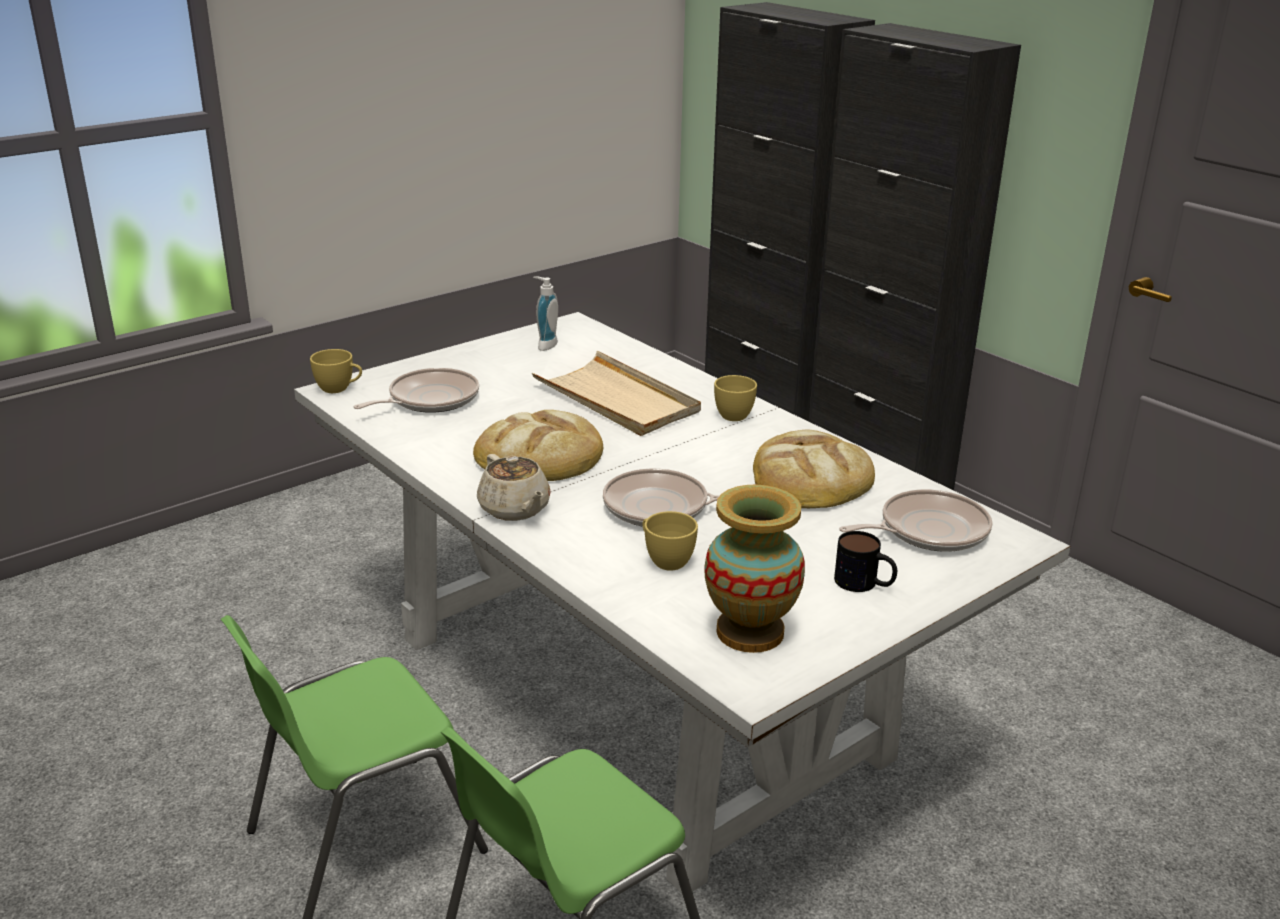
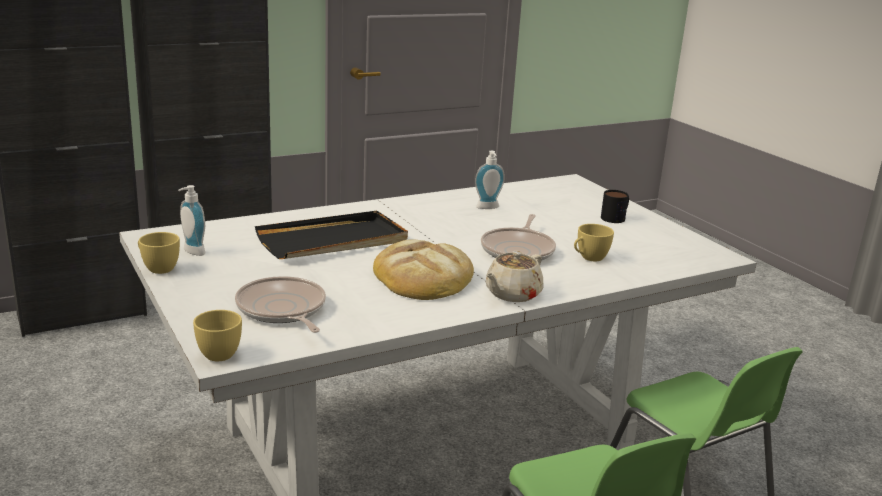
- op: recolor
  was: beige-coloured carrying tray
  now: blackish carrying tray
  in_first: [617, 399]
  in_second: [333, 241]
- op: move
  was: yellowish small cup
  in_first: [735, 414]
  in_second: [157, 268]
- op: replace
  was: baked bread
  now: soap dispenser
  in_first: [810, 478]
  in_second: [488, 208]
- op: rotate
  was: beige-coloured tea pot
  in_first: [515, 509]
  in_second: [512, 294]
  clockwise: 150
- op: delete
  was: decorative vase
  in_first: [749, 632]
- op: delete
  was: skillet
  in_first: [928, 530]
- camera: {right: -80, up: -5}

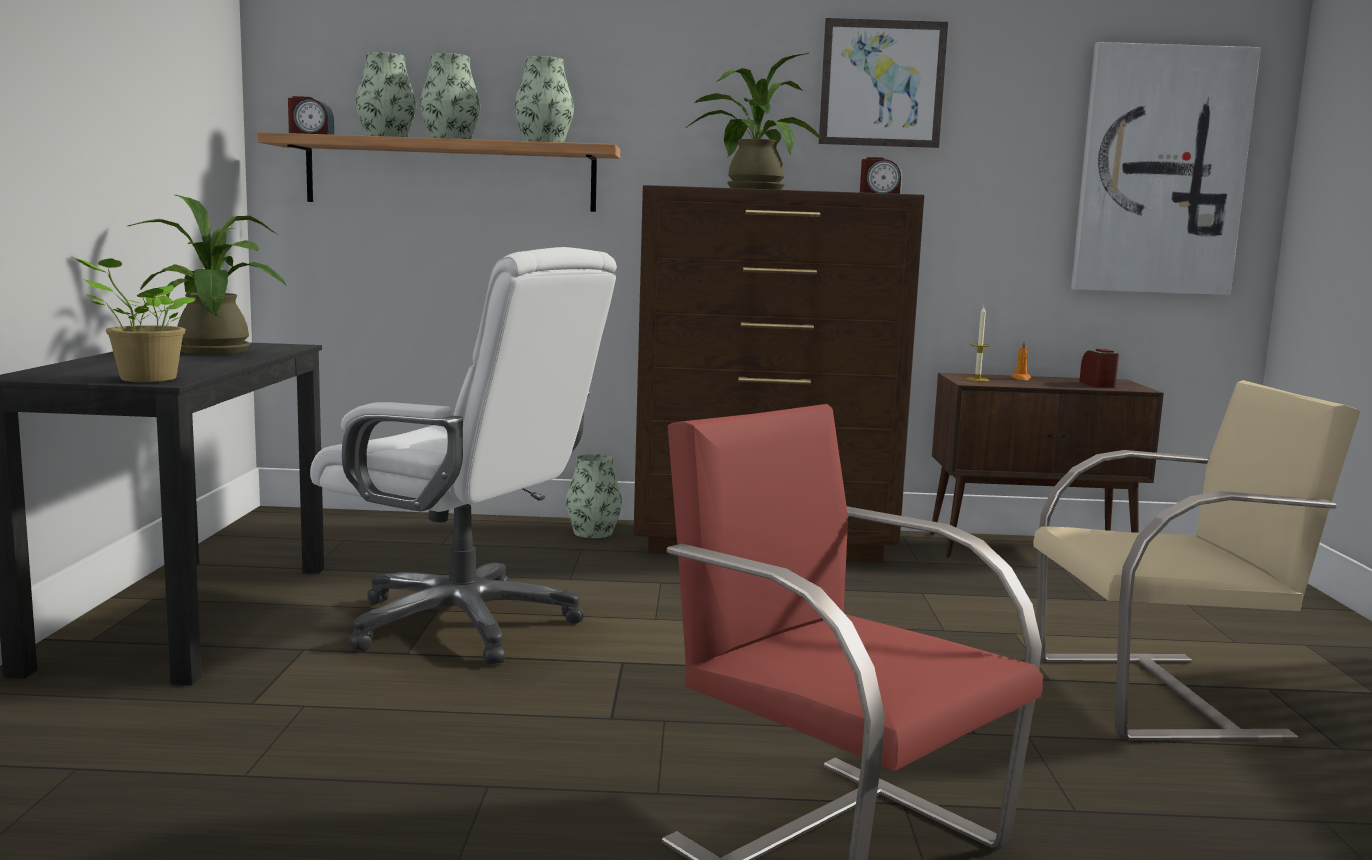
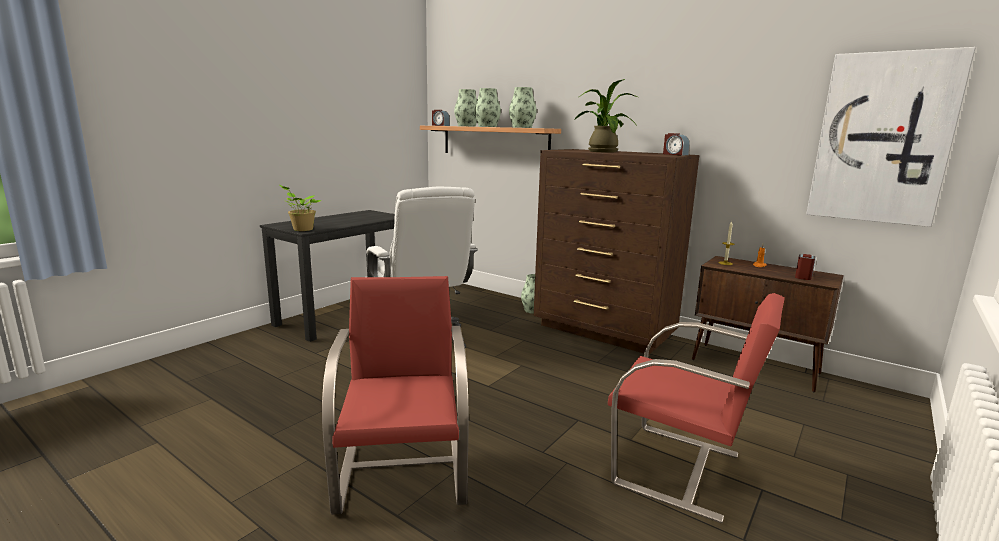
- op: delete
  was: wall art
  in_first: [882, 83]
- op: delete
  was: potted plant
  in_first: [215, 352]
- op: recolor
  was: beige-coloured chair
  now: red chair
  in_first: [1161, 696]
  in_second: [680, 470]
- camera: {right: 35, up: 5}

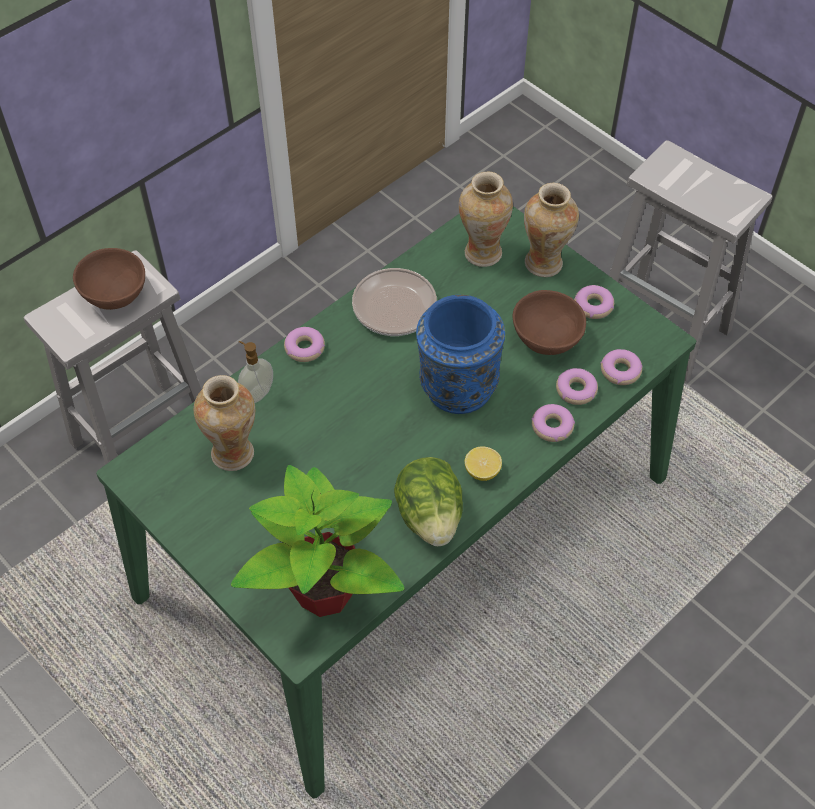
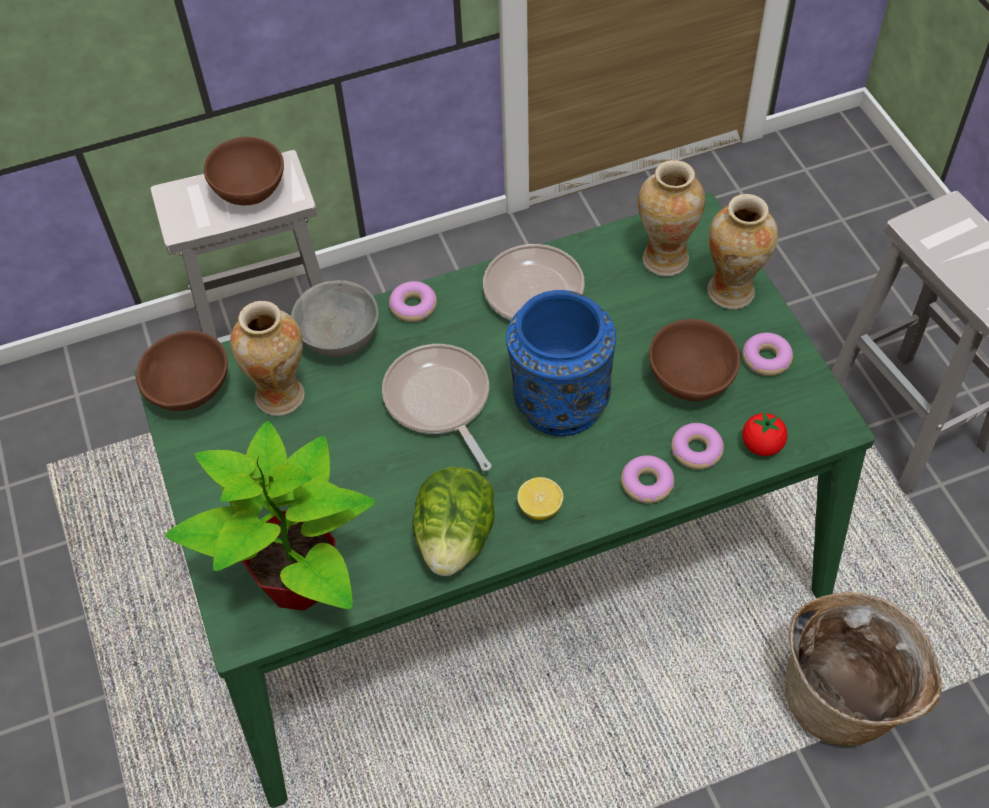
- op: replace
  was: soap dispenser
  now: gray serving bowl
  in_first: [257, 393]
  in_second: [338, 339]
- op: replace
  was: ring doughnut
  now: fresh tomato
  in_first: [620, 371]
  in_second: [762, 445]
- op: insert
  now: brown-coloured serving bowl
  in_second: [192, 391]
- op: insert
  now: skillet
  in_second: [439, 402]
- op: insert
  now: basket
  in_second: [845, 697]
- camera: {right: 25, up: 0}

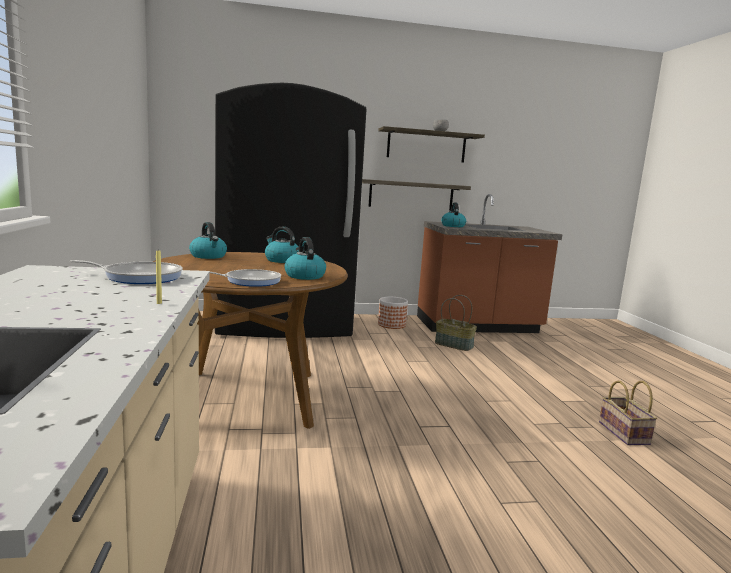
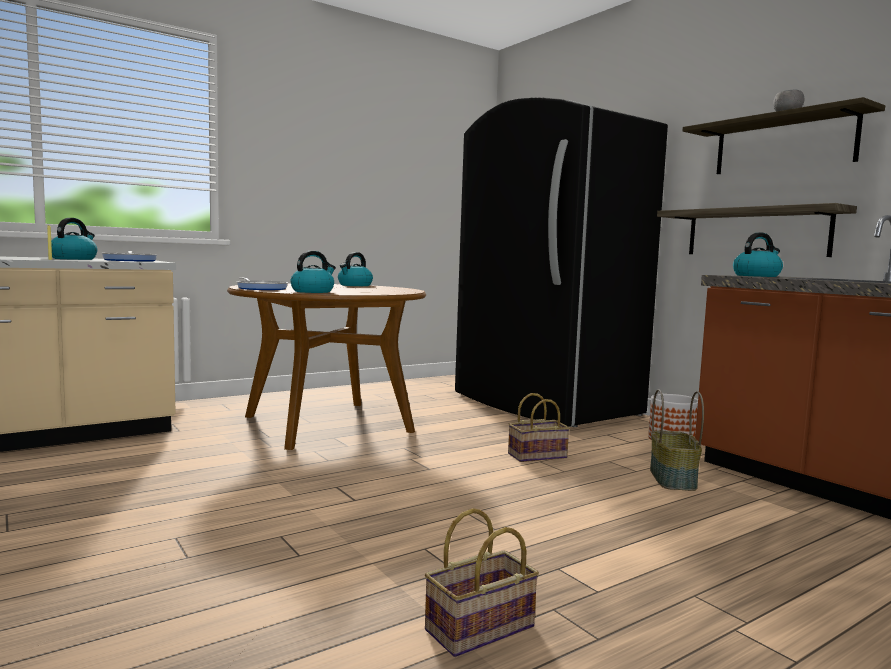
- op: move
  was: water kettle
  in_first: [281, 260]
  in_second: [74, 259]
- op: insert
  now: basket
  in_second: [538, 455]
- camera: {right: 65, up: -5}

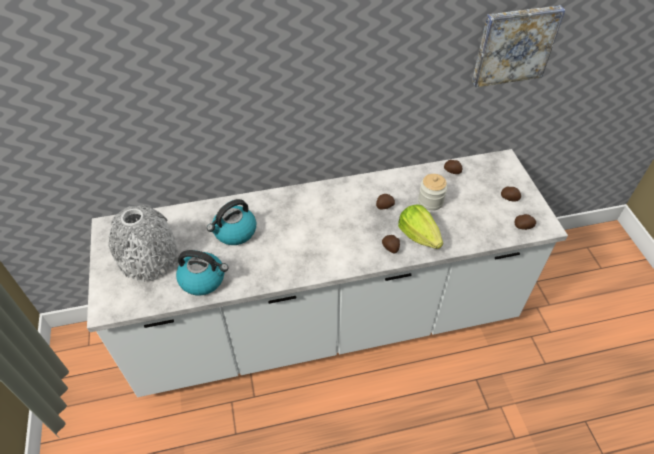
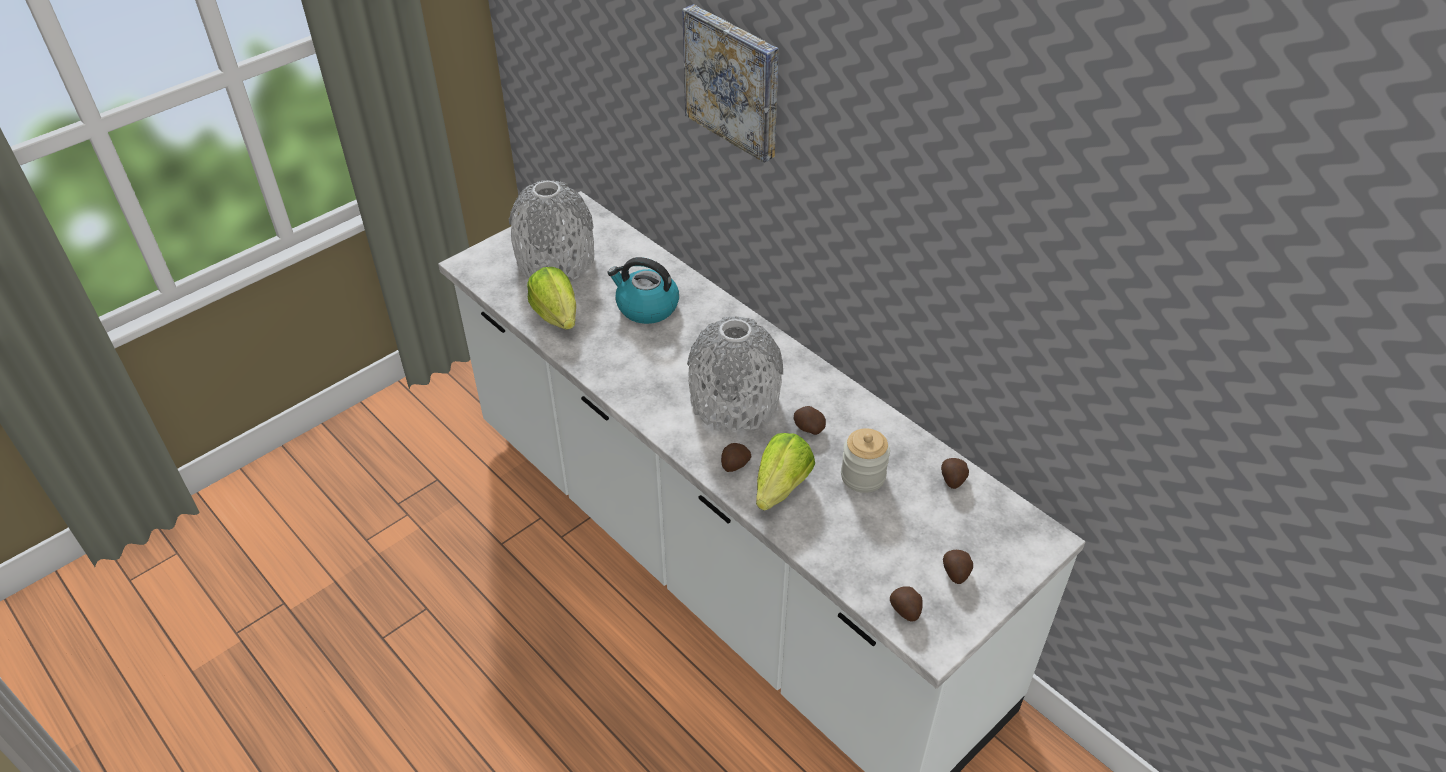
- op: move
  was: wall art
  in_first: [514, 45]
  in_second: [734, 81]
- op: replace
  was: water kettle
  now: lettuce
  in_first: [203, 279]
  in_second: [557, 315]
- op: insert
  now: gray decorative vase
  in_second: [734, 402]
- camera: {right: 60, up: -5}

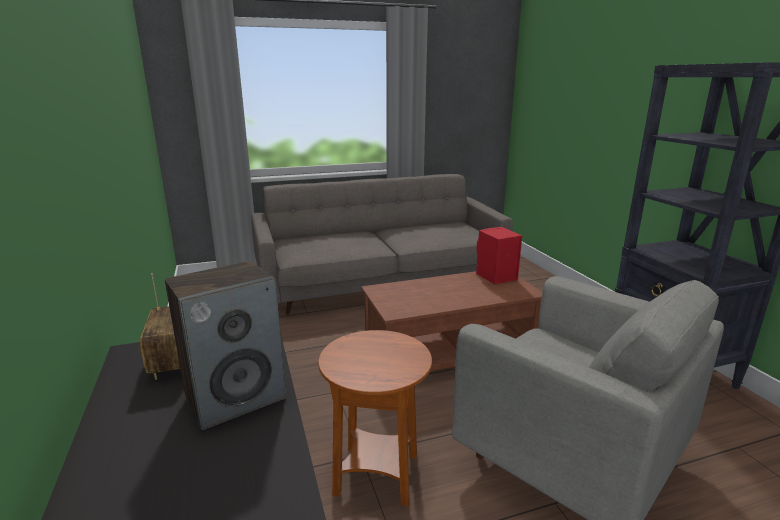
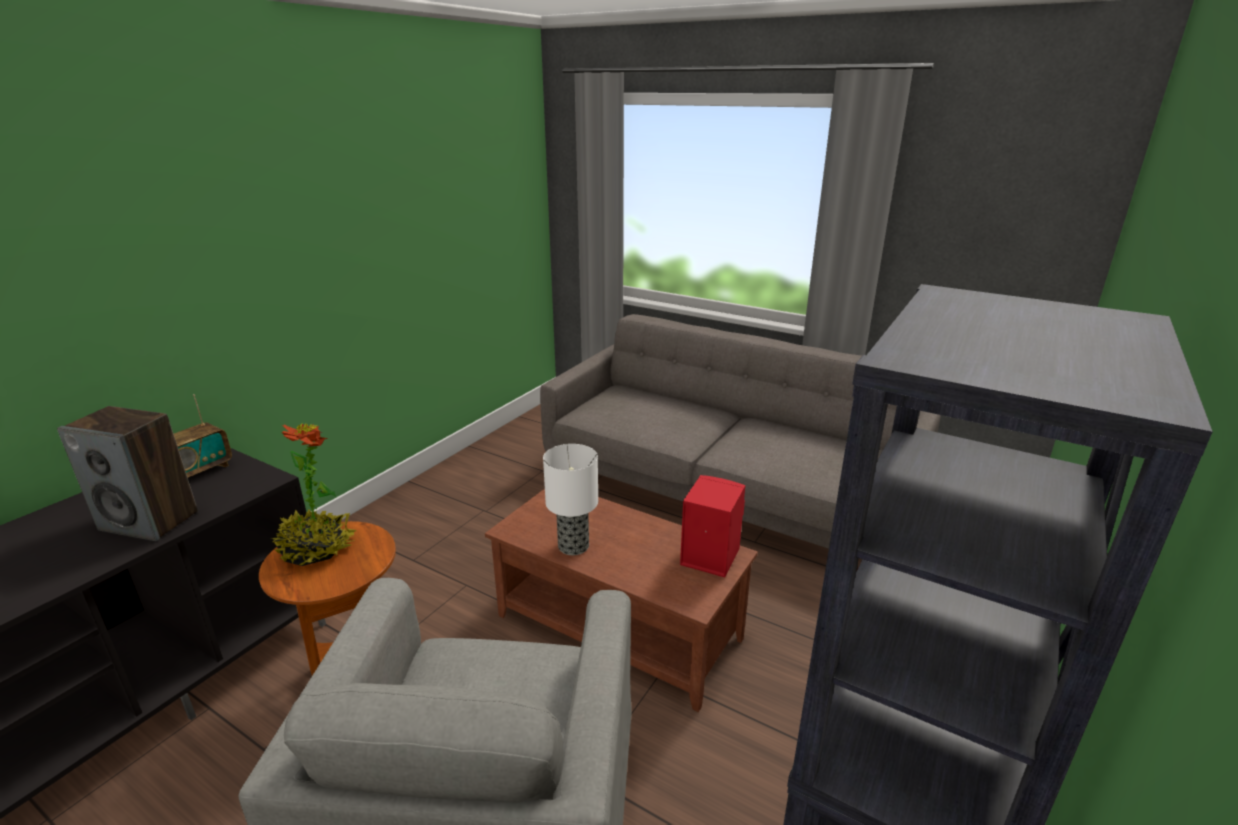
- op: insert
  now: potted plant
  in_second: [316, 550]
- op: insert
  now: lamp for a table
  in_second: [574, 545]
- camera: {right: 50, up: 5}

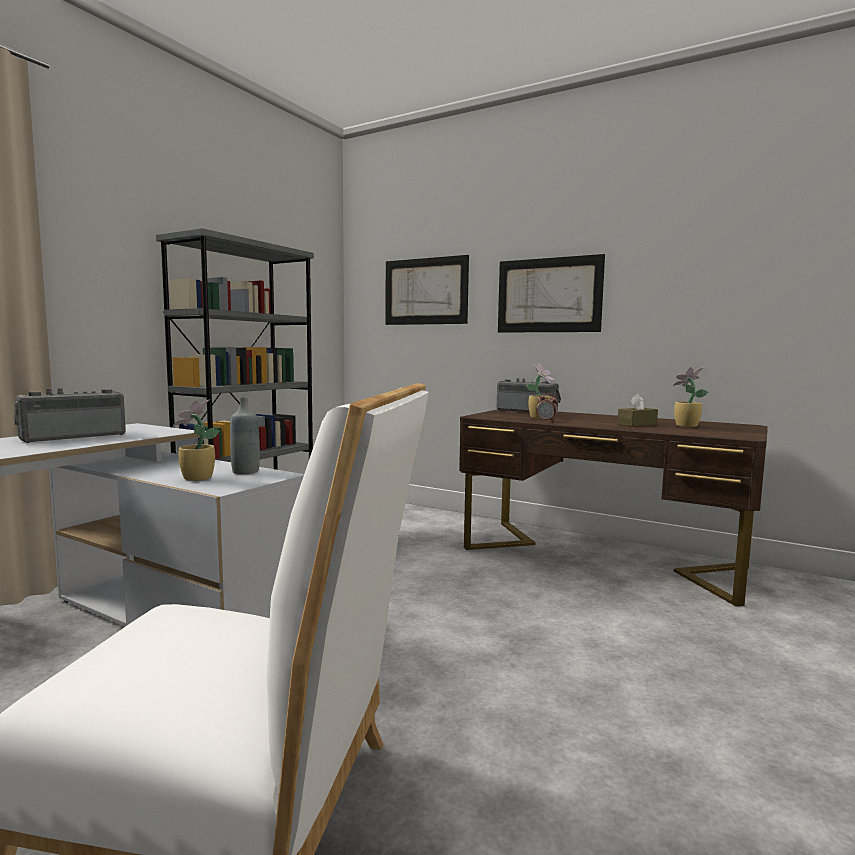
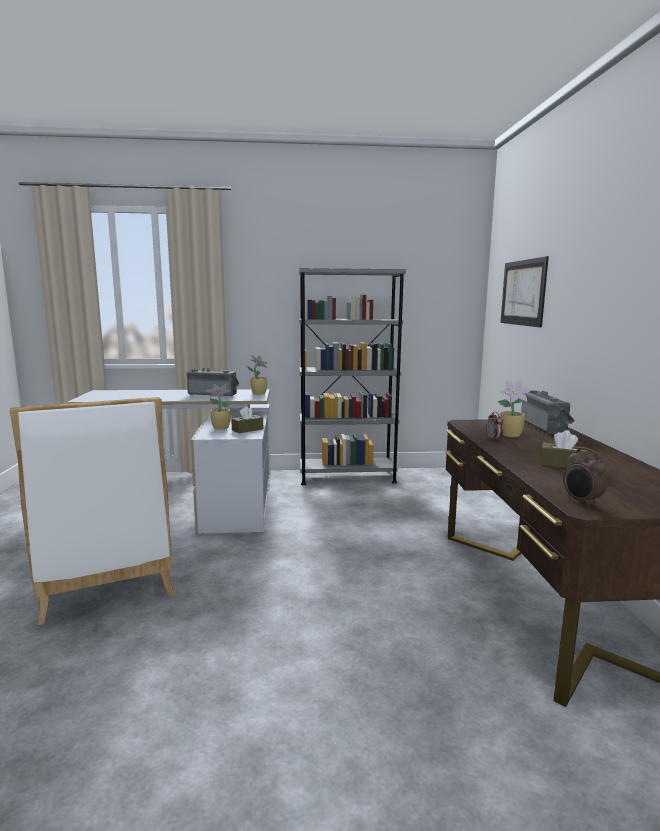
- op: delete
  was: wall art
  in_first: [548, 295]
- op: move
  was: potted plant
  in_first: [685, 426]
  in_second: [258, 393]
- op: replace
  was: gray drink bottle
  now: brown-coloured box of tissues
  in_first: [245, 471]
  in_second: [247, 429]
- op: insert
  now: bedside clock
  in_second: [581, 501]
- camera: {right: 55, up: 5}

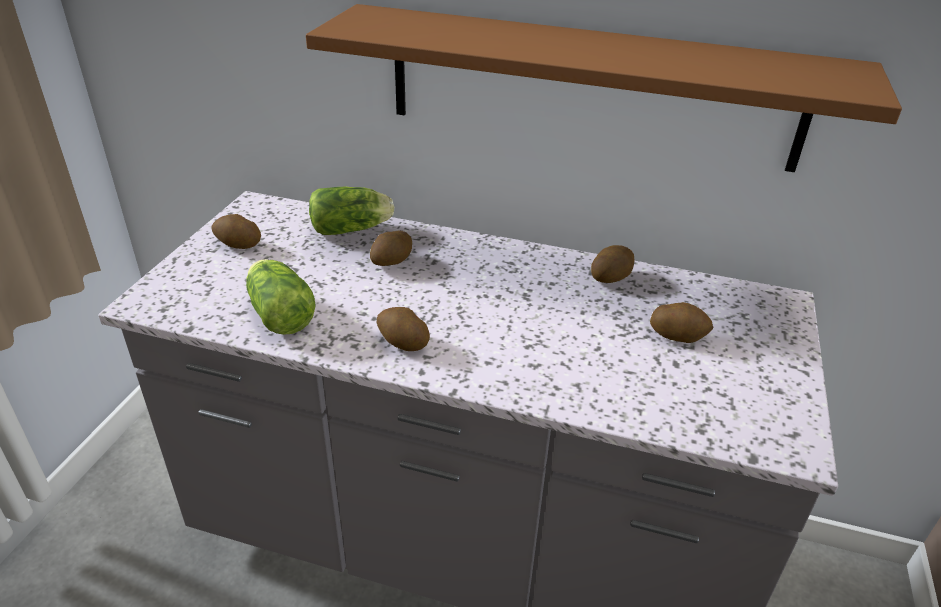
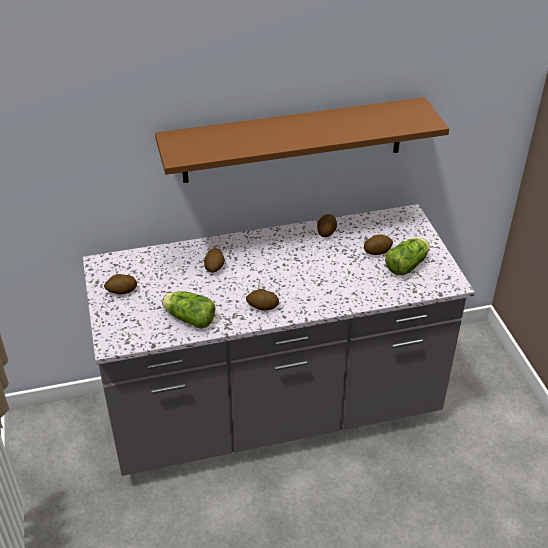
- op: move
  was: lettuce
  in_first: [353, 229]
  in_second: [408, 264]
- camera: {right: -30, up: 5}

